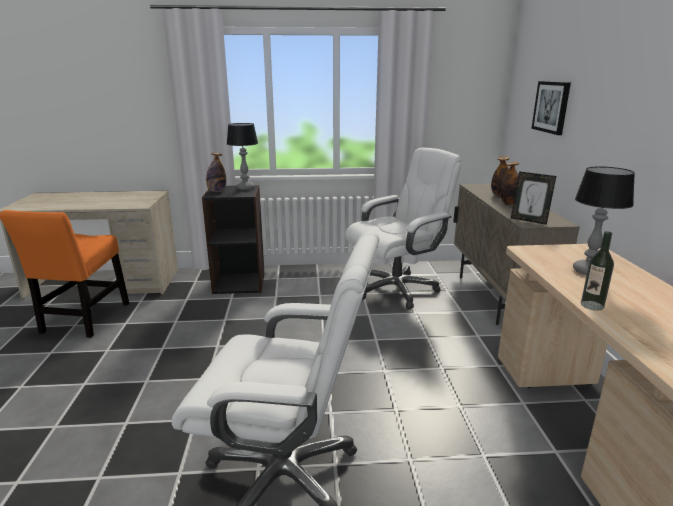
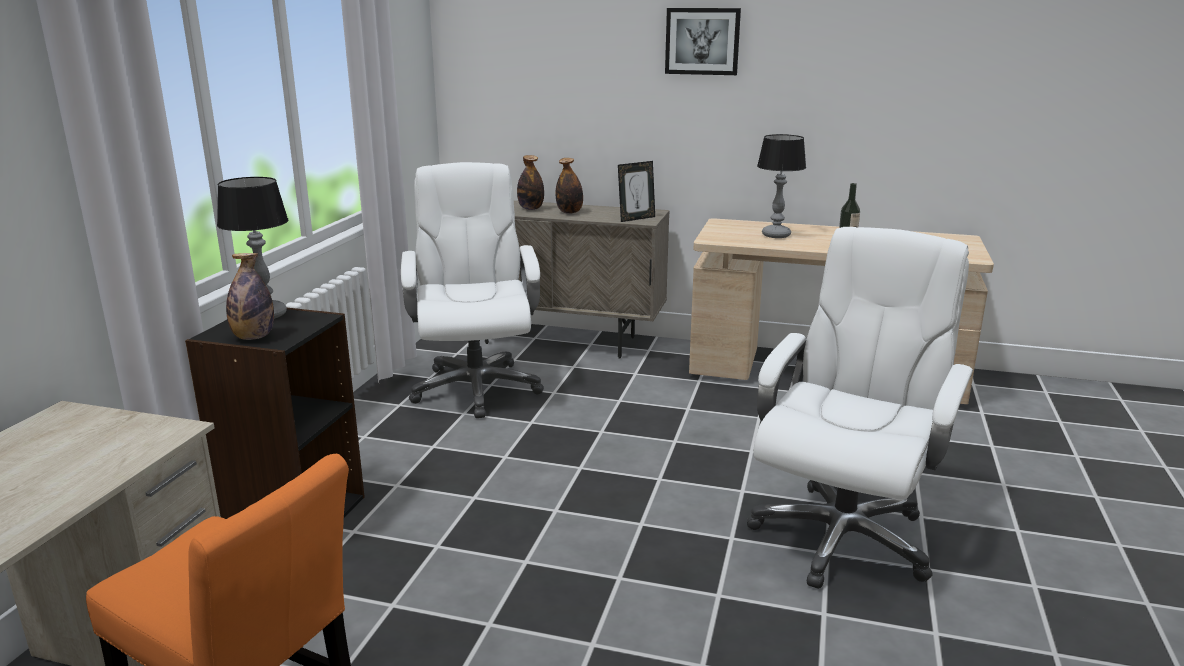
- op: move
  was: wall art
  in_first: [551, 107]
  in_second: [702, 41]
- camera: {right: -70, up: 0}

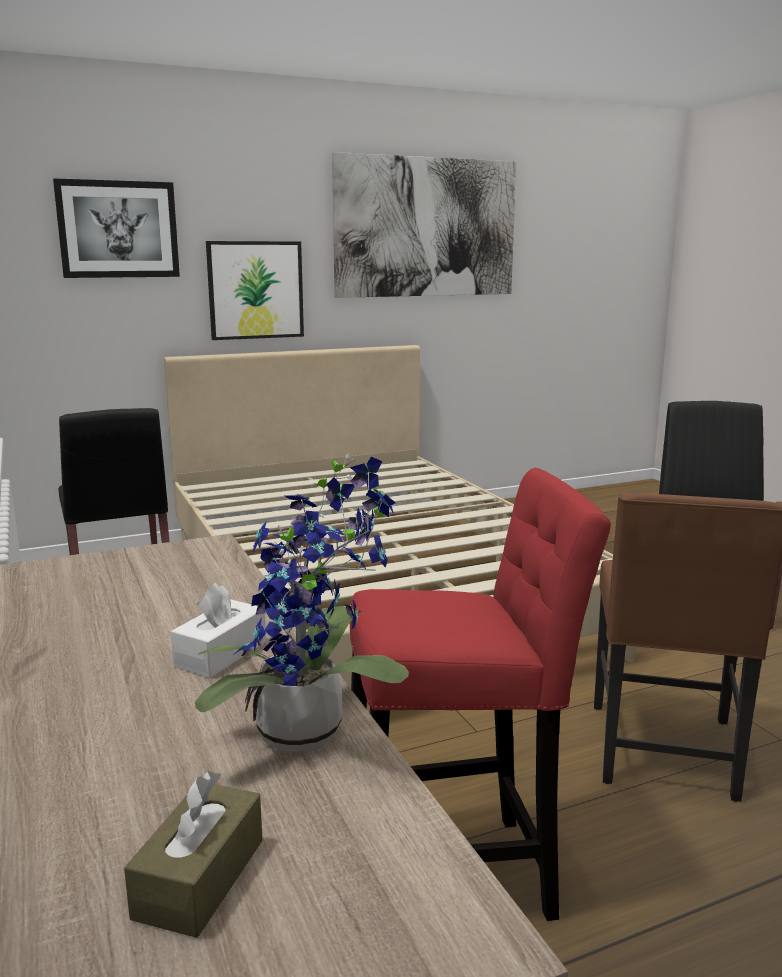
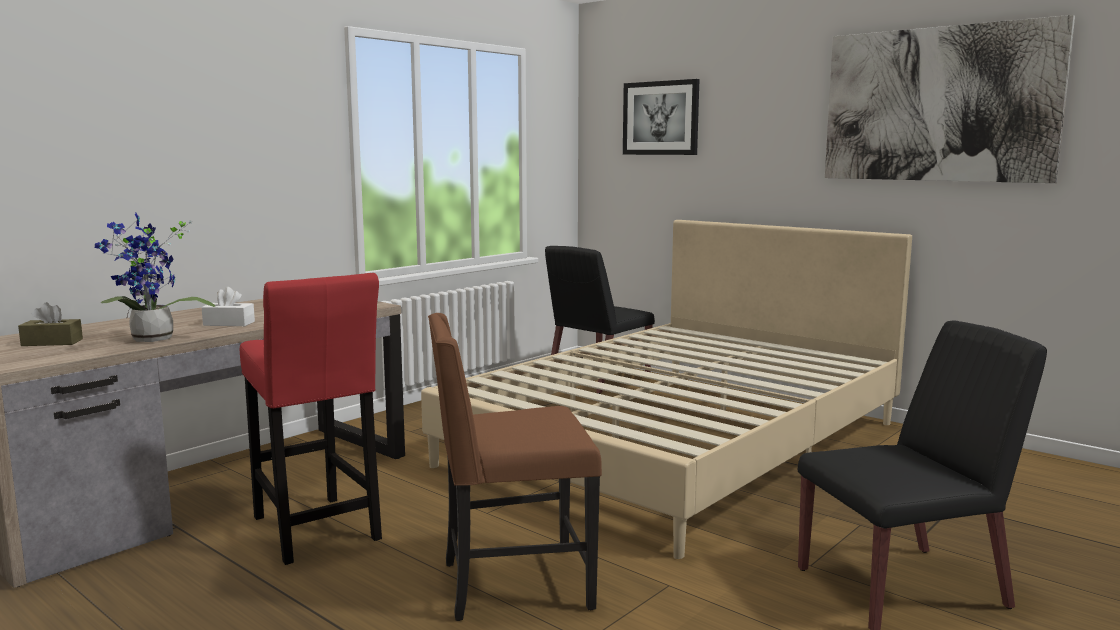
- op: delete
  was: wall art
  in_first: [255, 290]
- camera: {right: 65, up: -5}

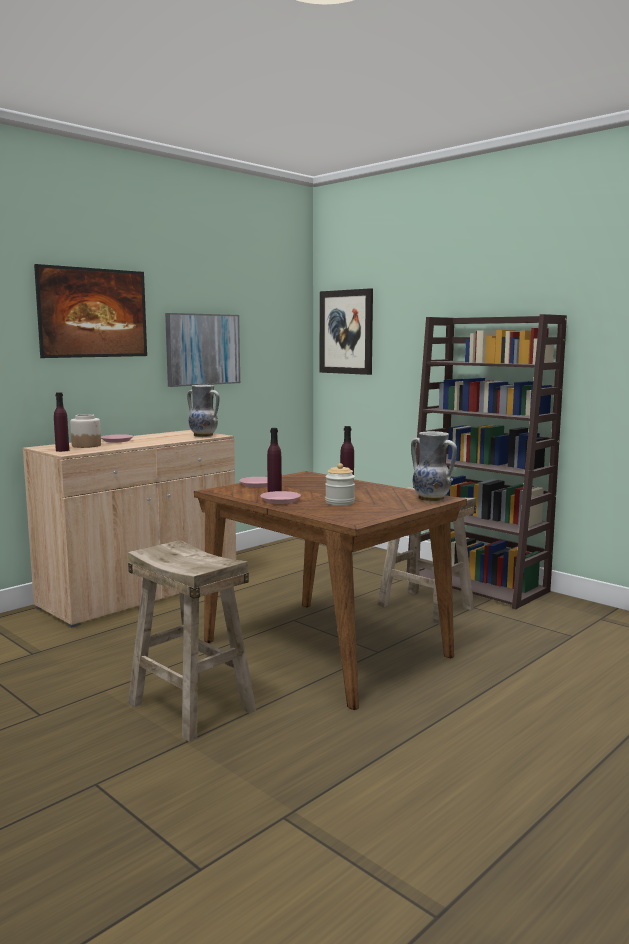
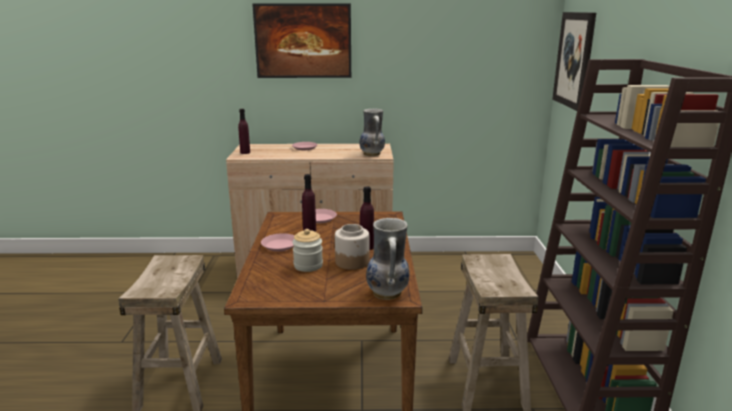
- op: delete
  was: wall art
  in_first: [202, 349]
- op: move
  was: preserve jar
  in_first: [86, 445]
  in_second: [352, 262]
- camera: {right: 45, up: 10}

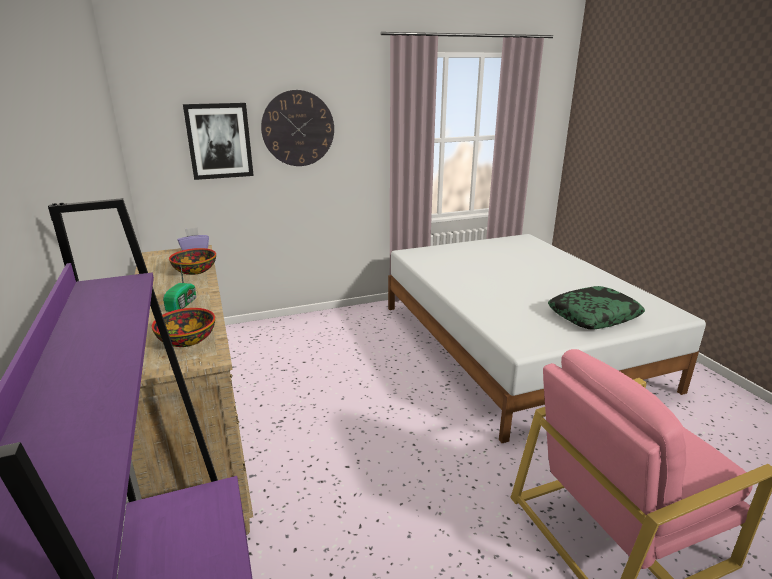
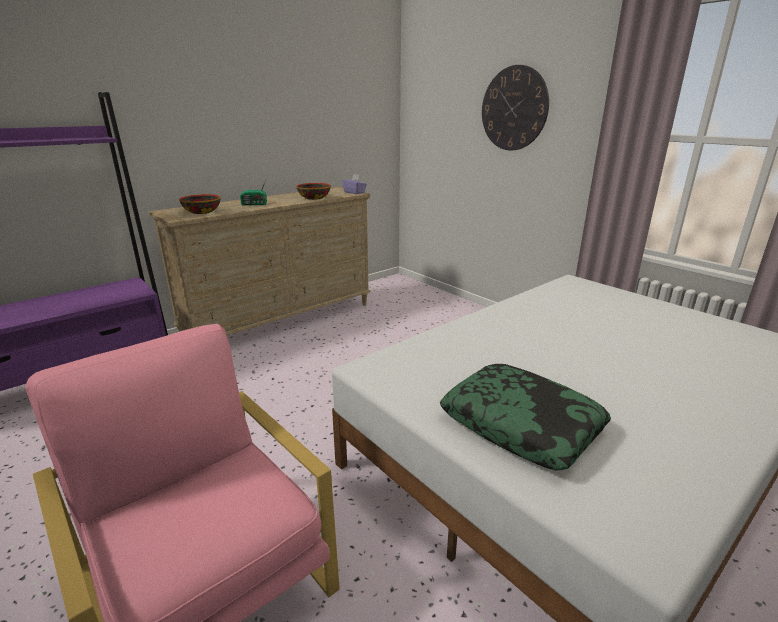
- op: delete
  was: wall art
  in_first: [219, 141]
- camera: {right: 70, up: 0}

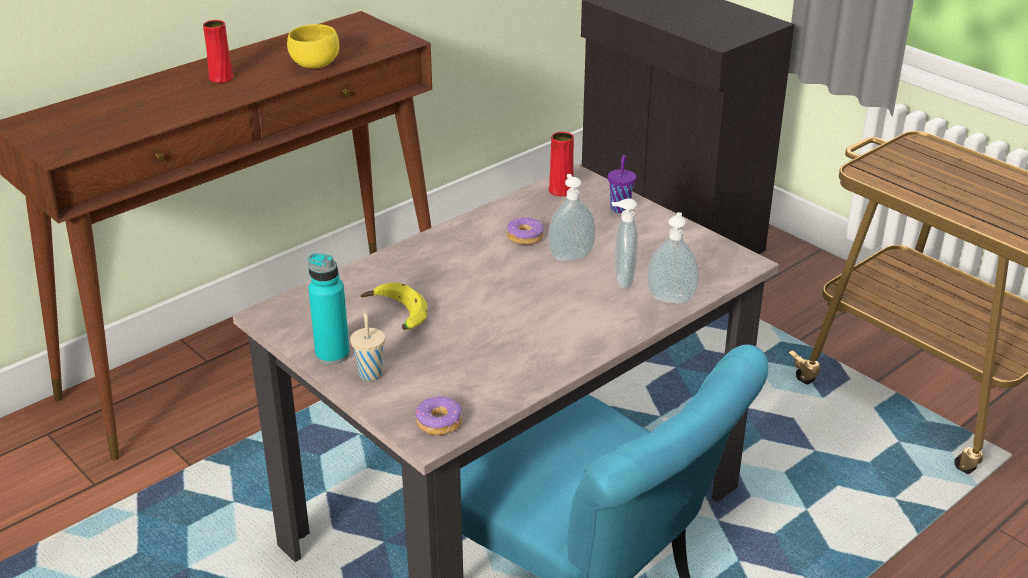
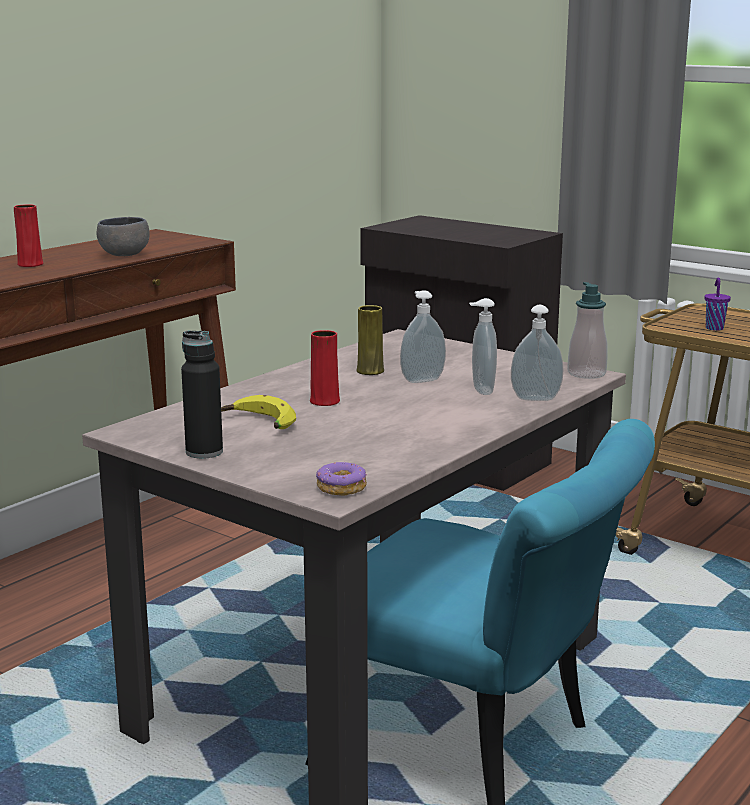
- op: recolor
  was: yellowish serving bowl
  now: gray serving bowl
  in_first: [313, 65]
  in_second: [122, 255]
- op: move
  was: red decorative vase
  in_first: [561, 190]
  in_second: [324, 401]
- op: move
  was: purple-coloured small cup
  in_first: [620, 208]
  in_second: [714, 328]
- op: replace
  was: ring doughnut
  now: yellowish decorative vase
  in_first: [525, 237]
  in_second: [370, 371]
- op: recolor
  was: turquoise drink bottle
  now: blackish drink bottle
  in_first: [332, 354]
  in_second: [204, 452]
- op: delete
  was: beige-coloured small cup
  in_first: [370, 373]
- op: insert
  now: soap dispenser
  in_second: [586, 374]
- camera: {right: -10, up: -15}

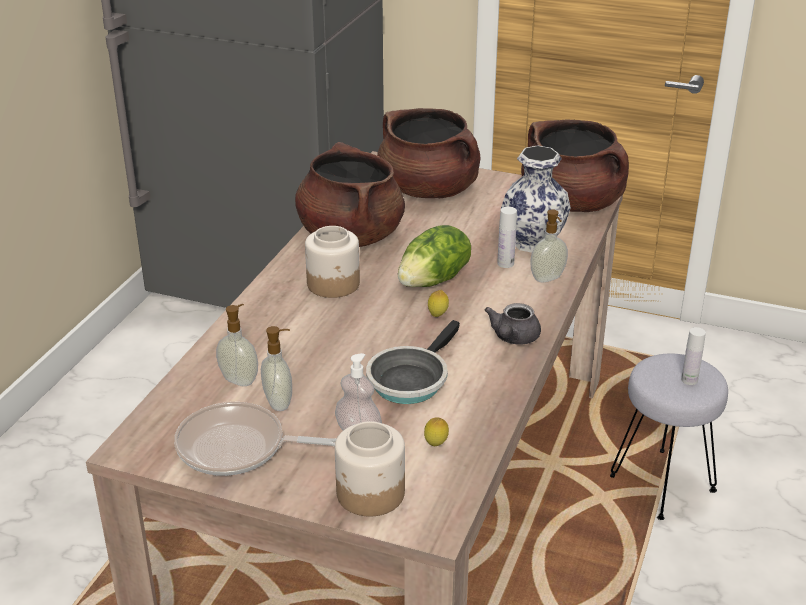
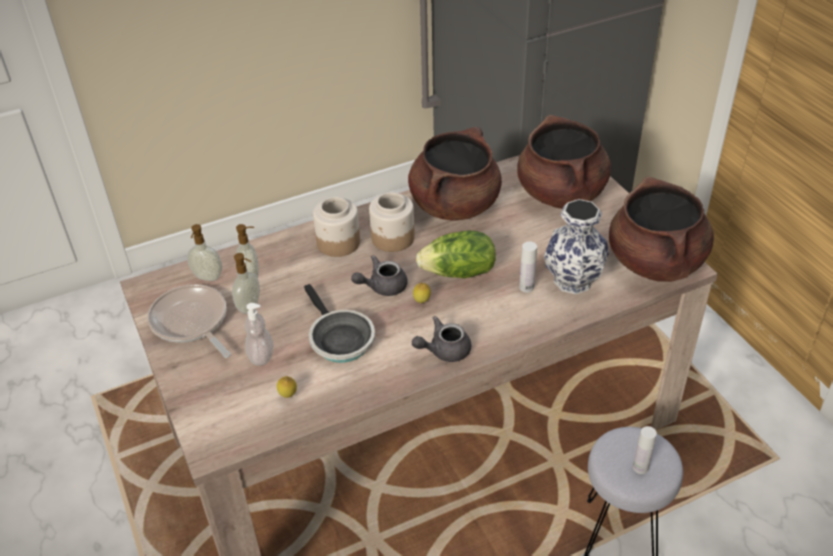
- op: move
  was: soap dispenser
  in_first: [548, 278]
  in_second: [207, 277]
- op: rotate
  was: skillet
  in_first: [410, 379]
  in_second: [339, 339]
  clockwise: -105
- op: move
  was: preserve jar
  in_first: [370, 494]
  in_second: [338, 243]
- op: insert
  now: gray tea pot
  in_second: [382, 286]
- camera: {right: 45, up: 10}

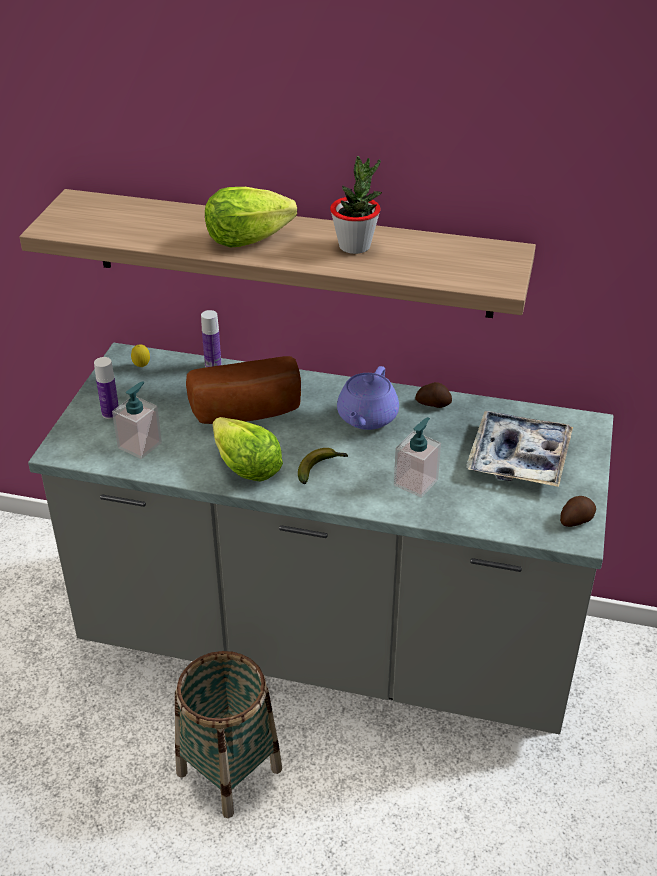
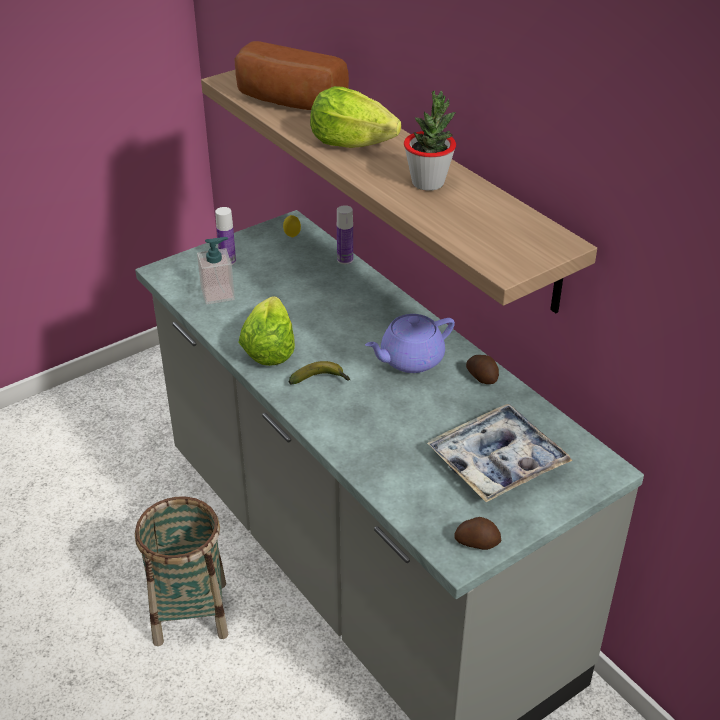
- op: move
  was: baked bread
  in_first: [248, 413]
  in_second: [287, 101]
- op: delete
  was: soap dispenser
  in_first: [416, 482]
- camera: {right: 40, up: 0}

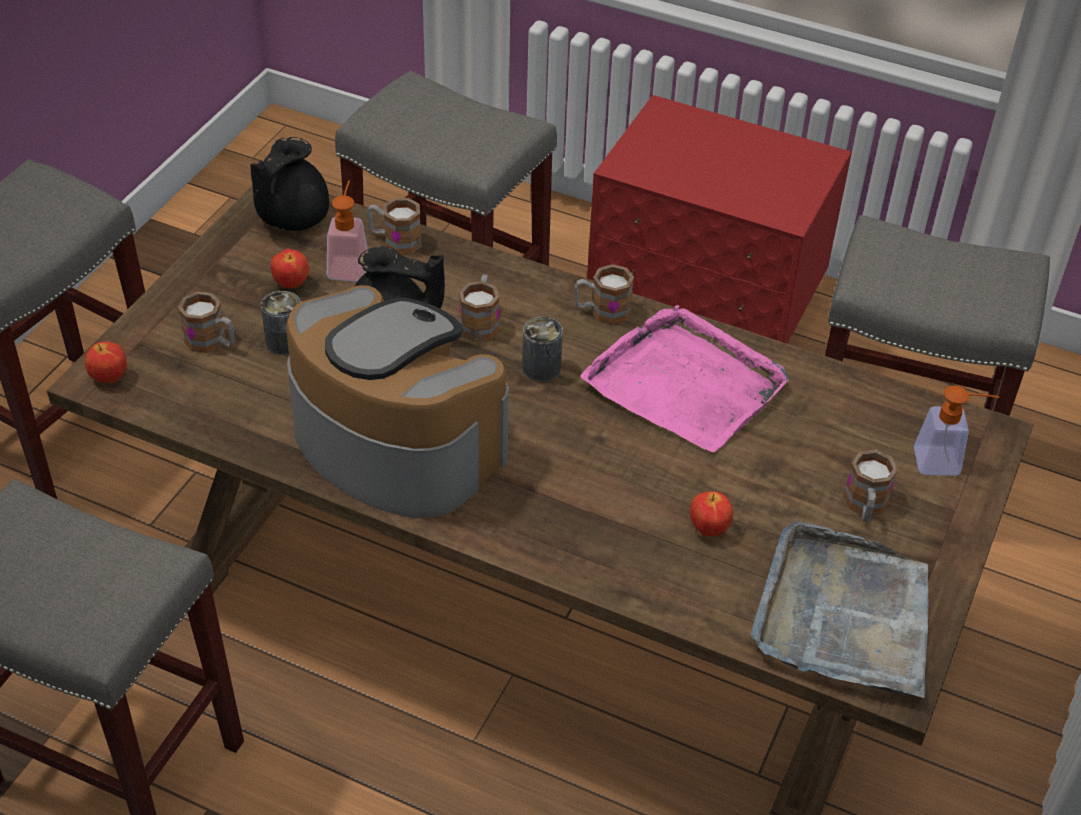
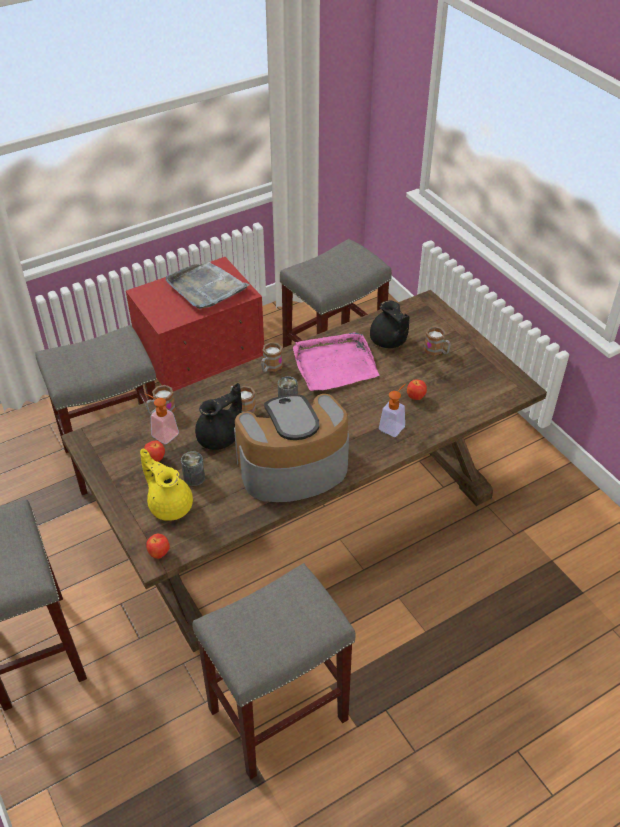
- op: move
  was: blackish tea pot
  in_first: [290, 217]
  in_second: [388, 341]
- op: replace
  was: mug
  now: yellowish tea pot
  in_first: [212, 342]
  in_second: [169, 504]
- op: move
  was: soap dispenser
  in_first: [945, 462]
  in_second: [394, 425]
- op: move
  was: gray carrying tray
  in_first: [844, 616]
  in_second: [206, 287]
- camera: {right: -55, up: 0}

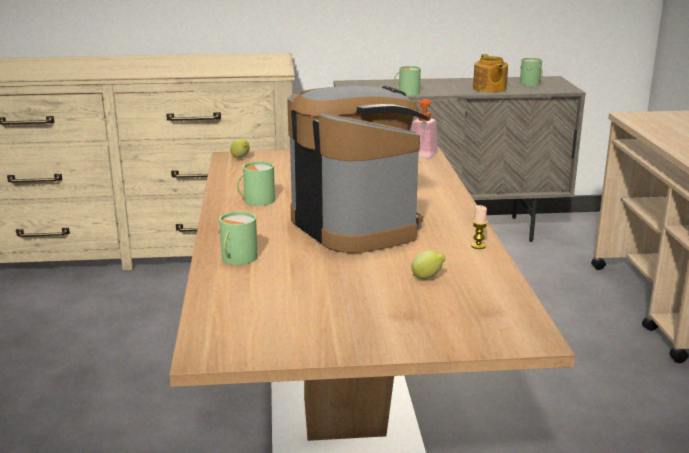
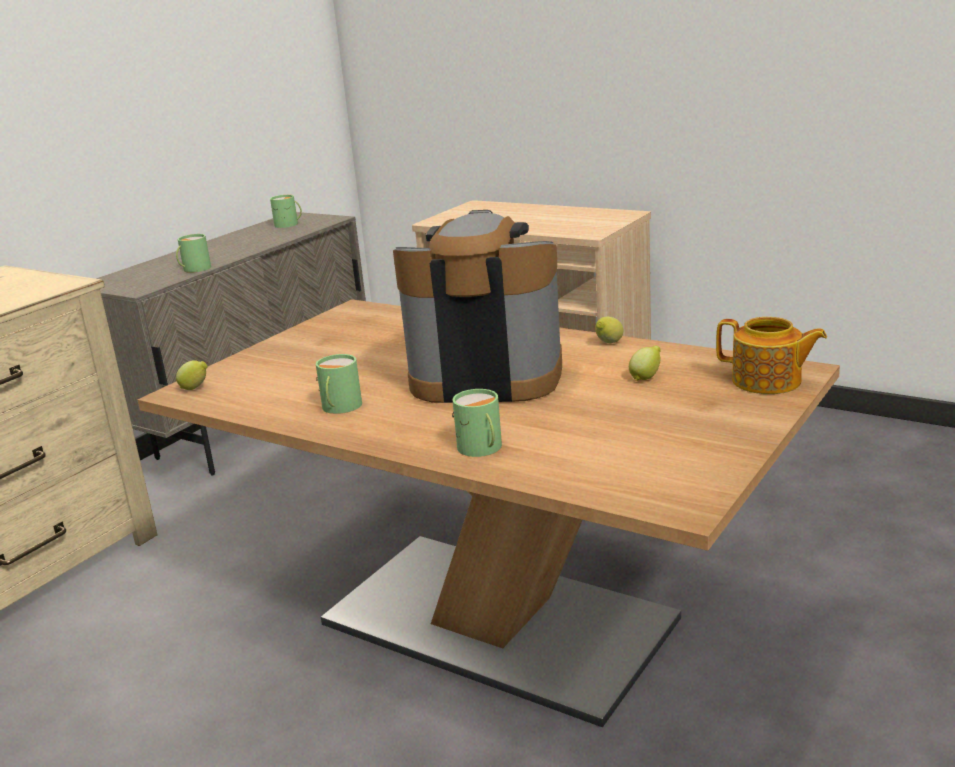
- op: move
  was: tea pot
  in_first: [489, 89]
  in_second: [768, 381]
- op: delete
  was: soap dispenser
  in_first: [421, 156]
- op: replace
  was: wax candle
  now: whole lemon
  in_first: [478, 246]
  in_second: [608, 343]
- camera: {right: -50, up: 0}

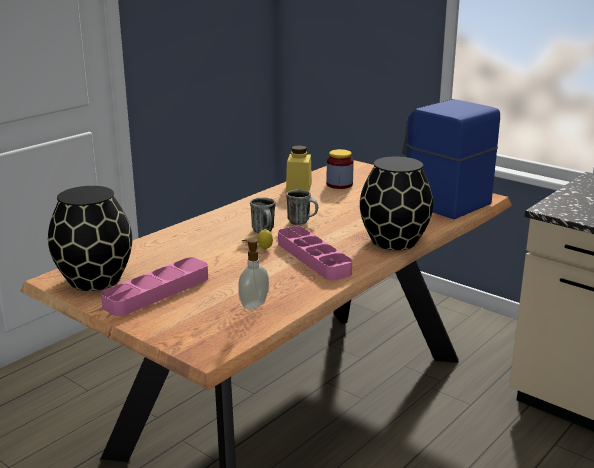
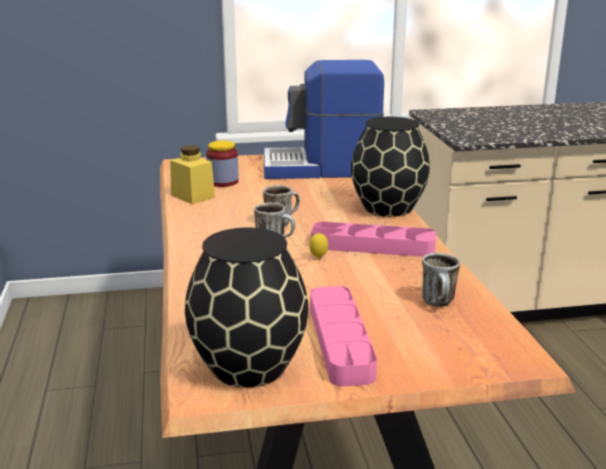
- op: replace
  was: soap dispenser
  now: mug
  in_first: [253, 305]
  in_second: [440, 304]
- camera: {right: -50, up: 0}

